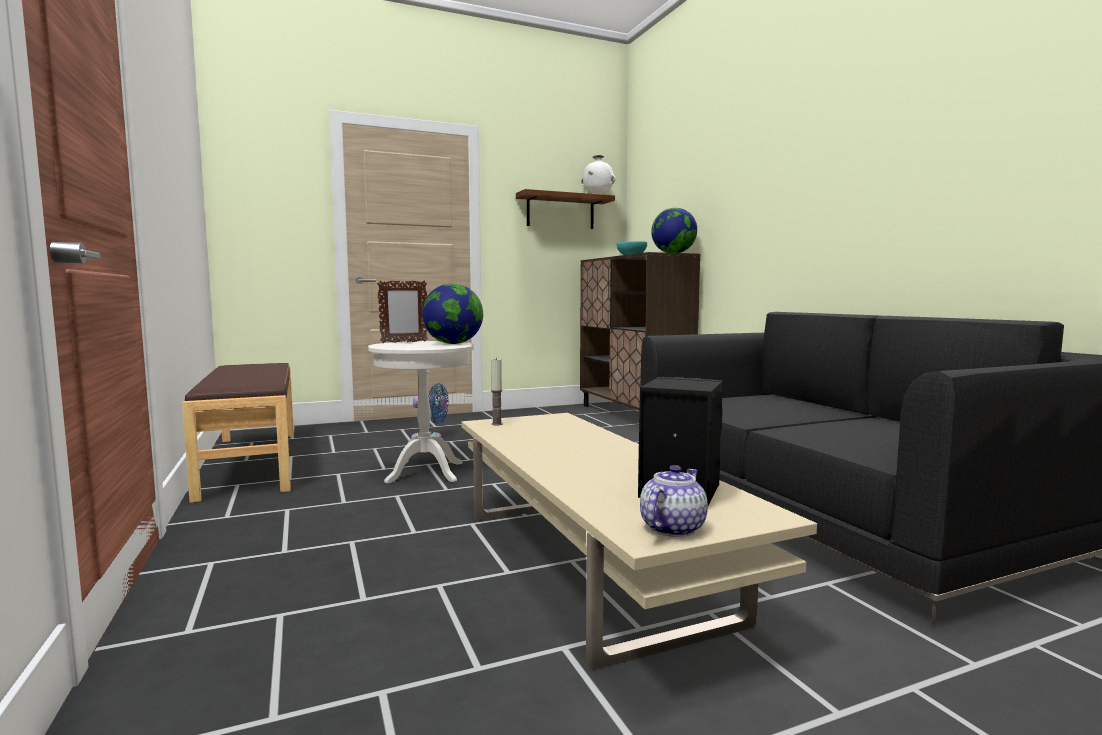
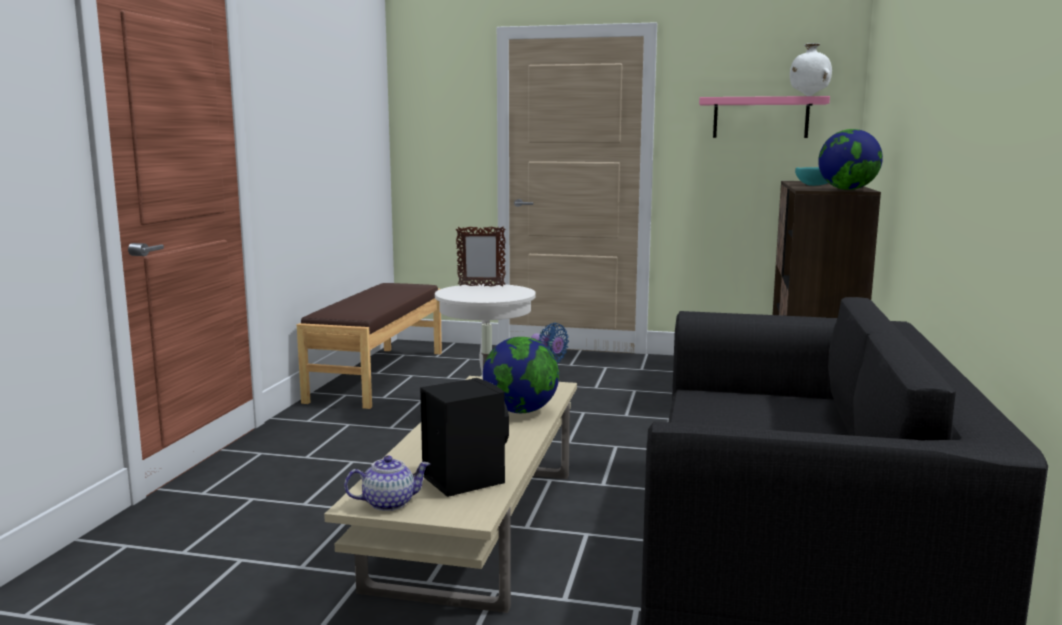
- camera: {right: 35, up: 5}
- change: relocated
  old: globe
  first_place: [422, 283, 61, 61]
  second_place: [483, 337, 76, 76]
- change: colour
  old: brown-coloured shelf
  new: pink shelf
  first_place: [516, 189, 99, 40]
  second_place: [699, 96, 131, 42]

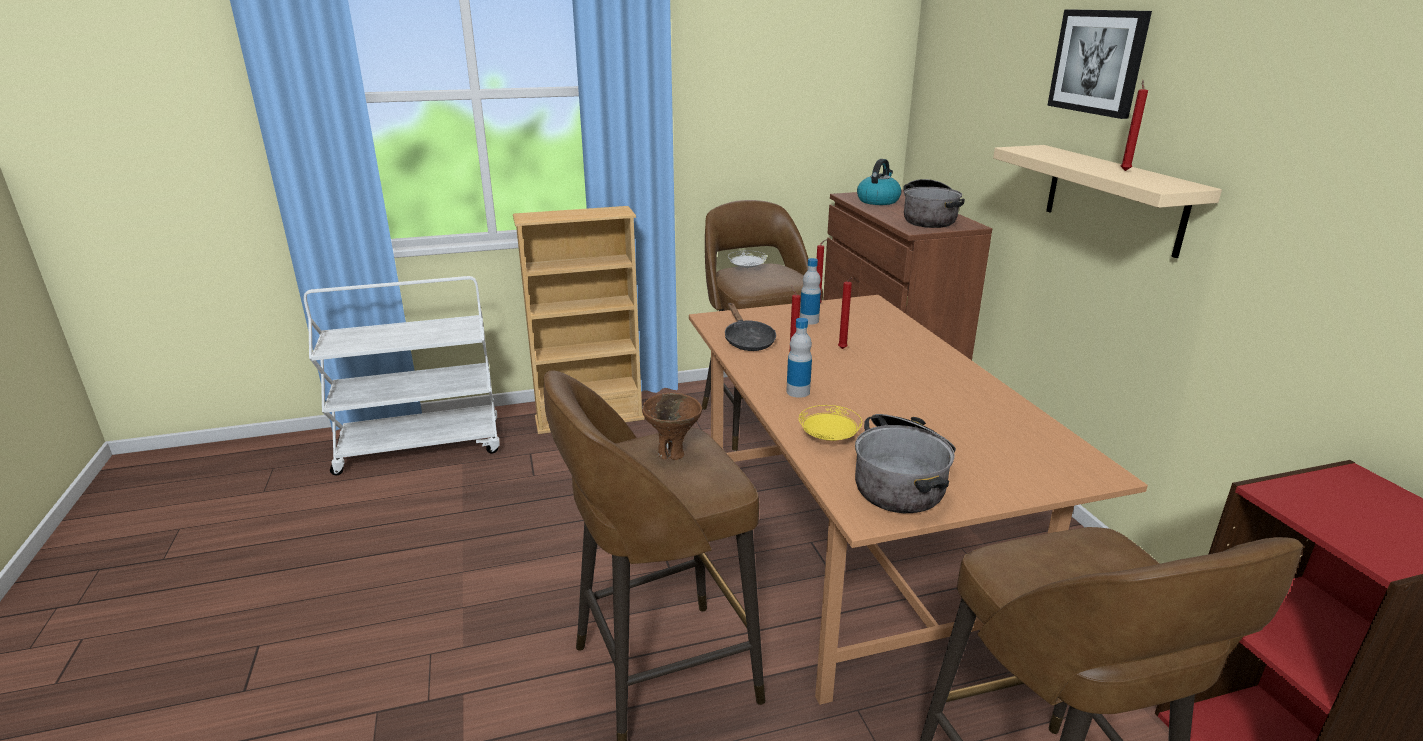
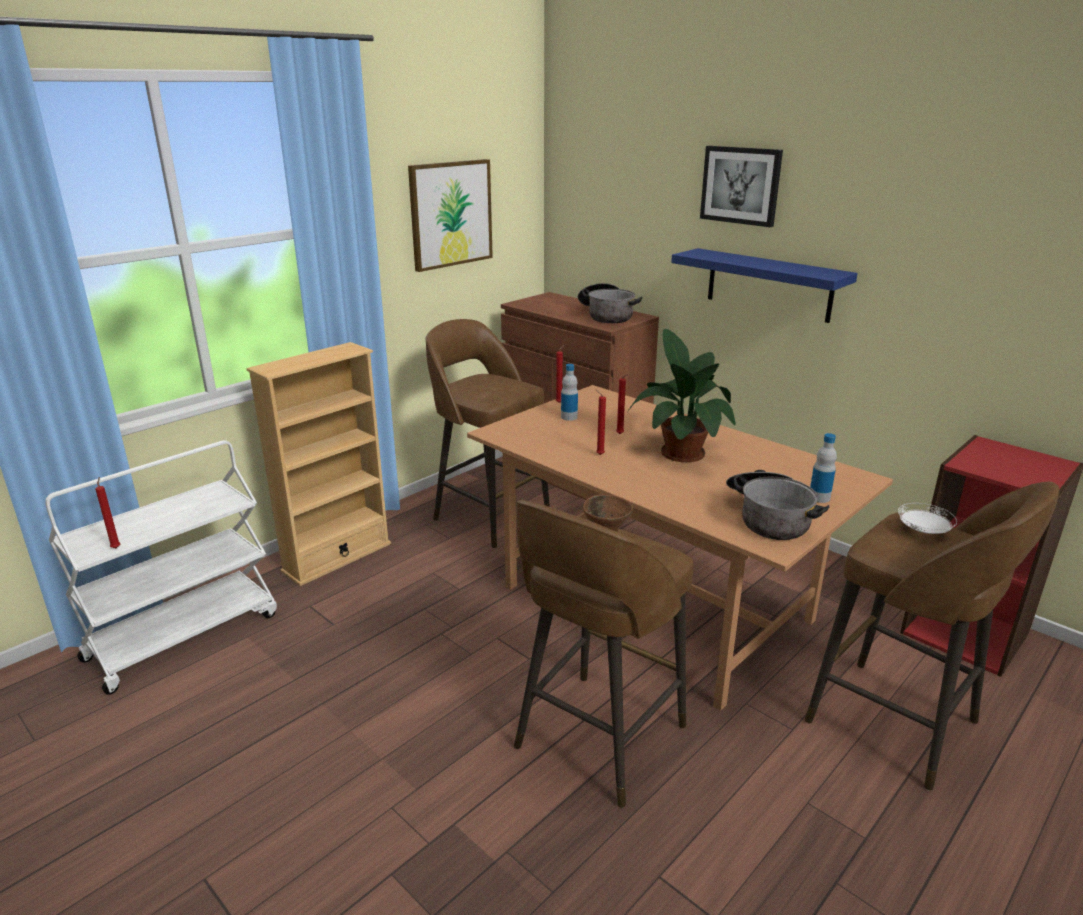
- camera: {right: -30, up: 0}
- change: missing
  old: black-coloured pan
  first_place: [725, 303, 51, 48]
- change: relocated
  old: white-coloured plate
  first_place: [728, 250, 39, 19]
  second_place: [898, 503, 59, 31]
- change: relocated
  old: bottle
  first_place: [786, 318, 26, 80]
  second_place: [810, 433, 27, 70]
- change: missing
  old: yellow plate
  first_place: [799, 405, 63, 36]
- change: missing
  old: water kettle
  first_place: [857, 159, 44, 46]
- change: colour
  old: beige-coloured shelf
  new: blue shelf
  first_place: [993, 145, 229, 113]
  second_place: [671, 248, 187, 75]
- change: relocated
  old: red-coloured candle
  first_place: [1121, 80, 27, 91]
  second_place: [95, 477, 25, 71]
- change: appeared
  new: picture
  second_place: [408, 159, 85, 113]
- change: appeared
  new: plant in a pot
  second_place: [628, 329, 108, 133]

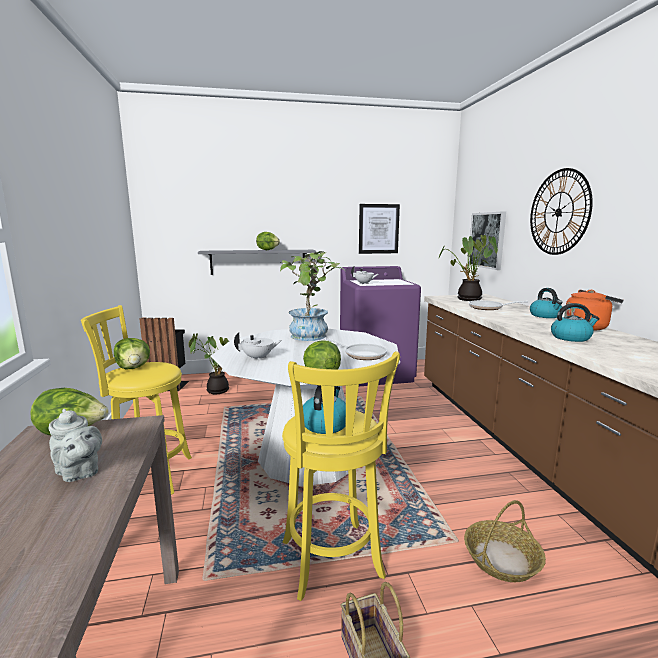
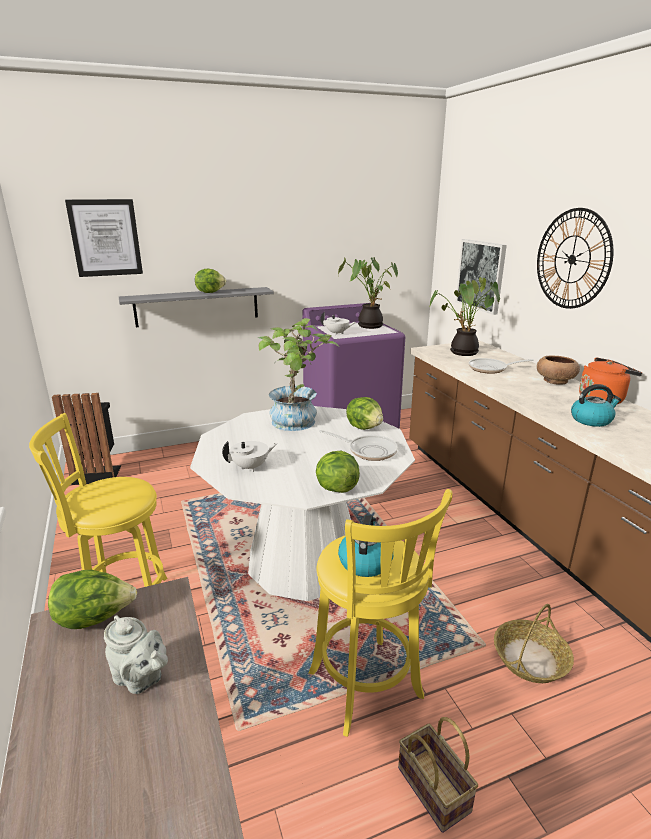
- camera: {right: -10, up: 10}
- change: relocated
  old: lettuce head
  first_place: [114, 338, 36, 31]
  second_place: [346, 397, 37, 33]
- change: relocated
  old: plant in a pot
  first_place: [189, 333, 40, 61]
  second_place: [338, 257, 60, 72]
- change: relocated
  old: picture
  first_place: [359, 204, 41, 50]
  second_place: [65, 199, 78, 78]
- change: exchanged
  old: water kettle
  new: brown-coloured bowl
  first_place: [530, 288, 33, 30]
  second_place: [537, 356, 43, 29]

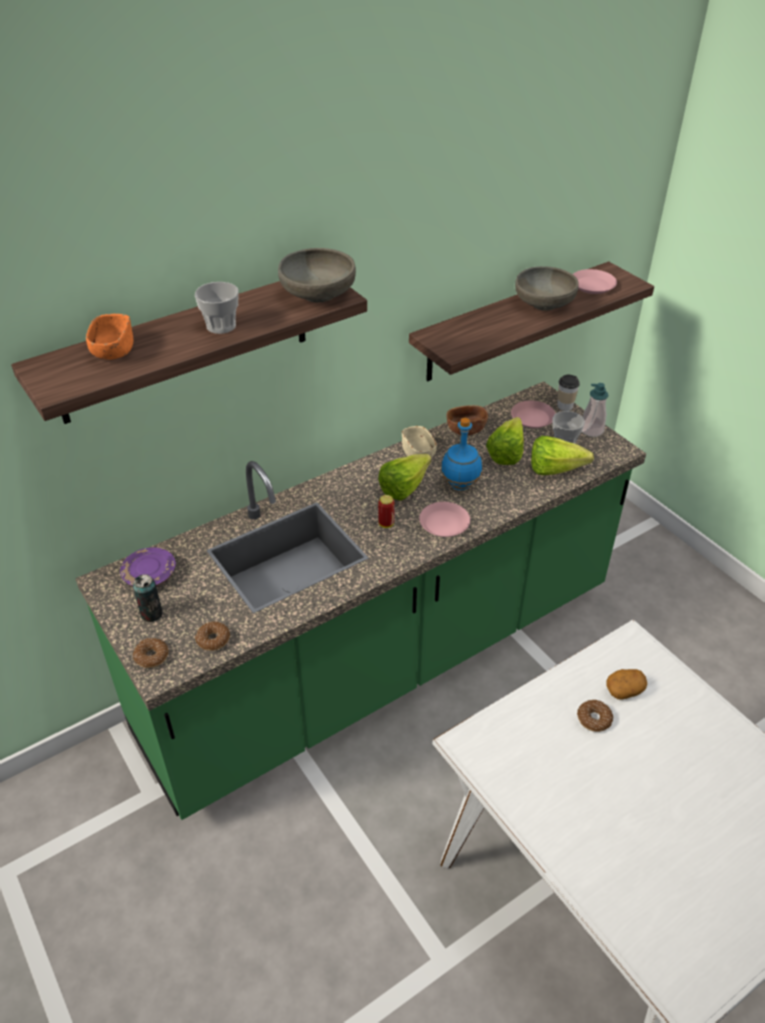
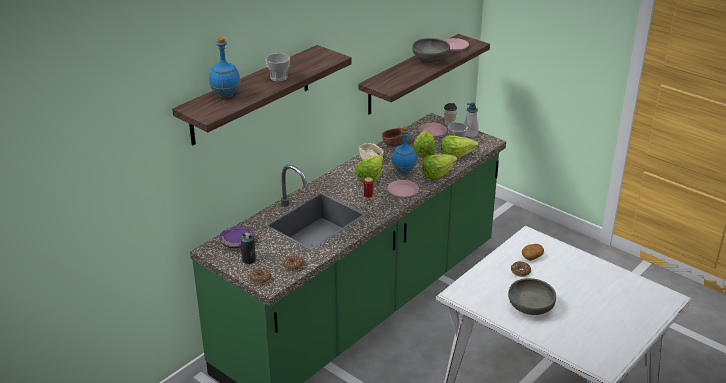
- camera: {right: -15, up: -10}
- change: exchanged
  old: orange bowl
  new: blue bottle
  first_place: [86, 314, 47, 46]
  second_place: [209, 37, 32, 61]
- change: relocated
  old: grey bowl
  first_place: [278, 248, 78, 54]
  second_place: [508, 278, 48, 37]
- change: appeared
  new: lettuce head
  second_place: [422, 154, 35, 26]

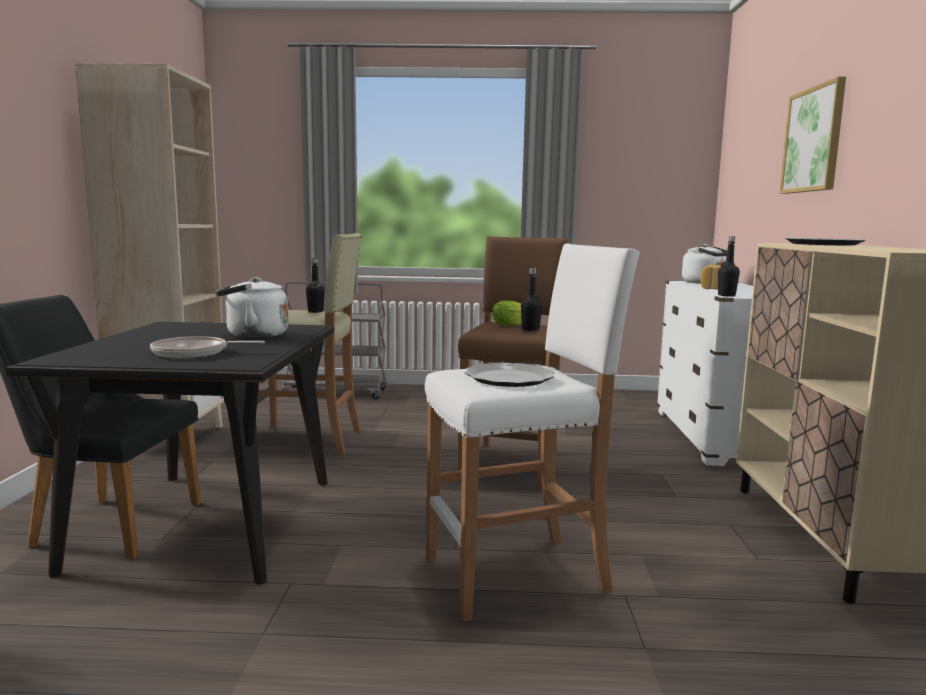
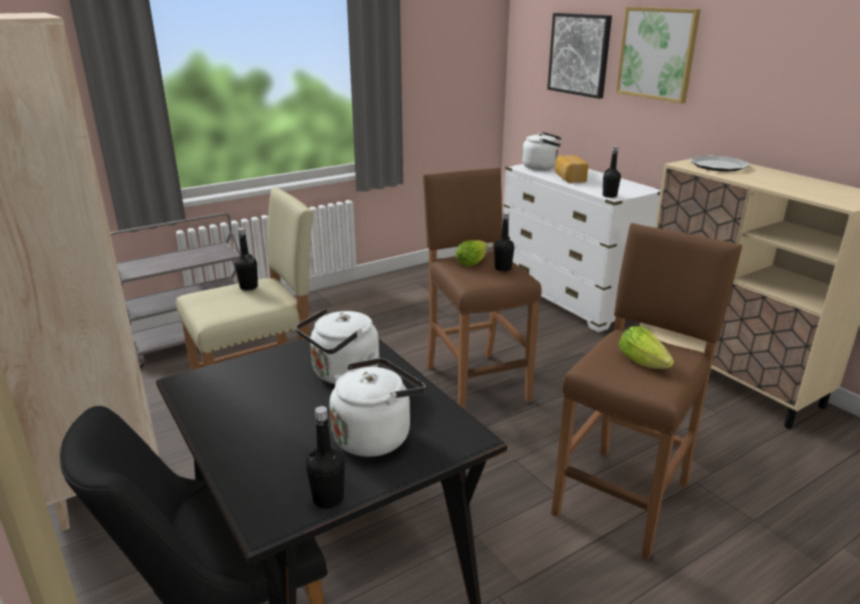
- camera: {right: -35, up: 15}
- change: exchanged
  old: pan
  new: white-coloured water kettle
  first_place: [150, 336, 115, 22]
  second_place: [330, 358, 95, 99]
- change: colour
  old: white-coloured stool
  new: brown-coloured stool
  first_place: [425, 244, 215, 378]
  second_place: [551, 223, 191, 337]
- change: exchanged
  old: plate
  new: lettuce head
  first_place: [465, 362, 89, 25]
  second_place: [619, 326, 55, 43]
- change: appeared
  new: black-coloured bottle
  second_place: [306, 406, 39, 103]
- change: appeared
  new: picture
  second_place: [547, 13, 65, 86]

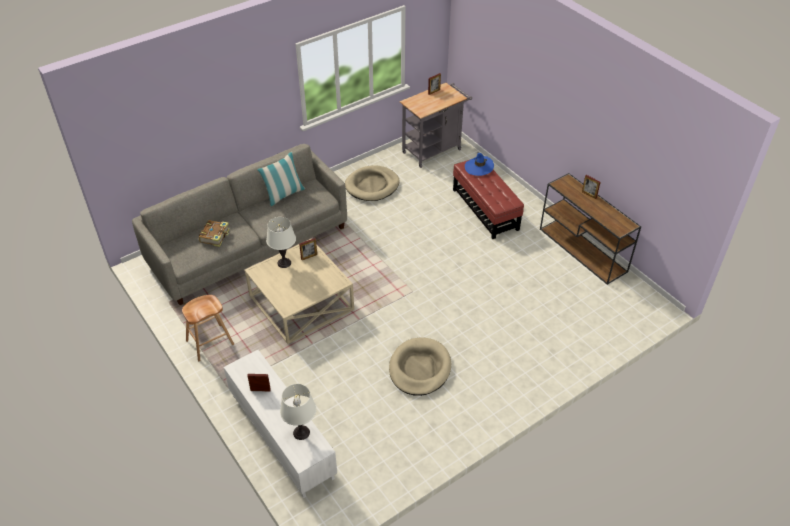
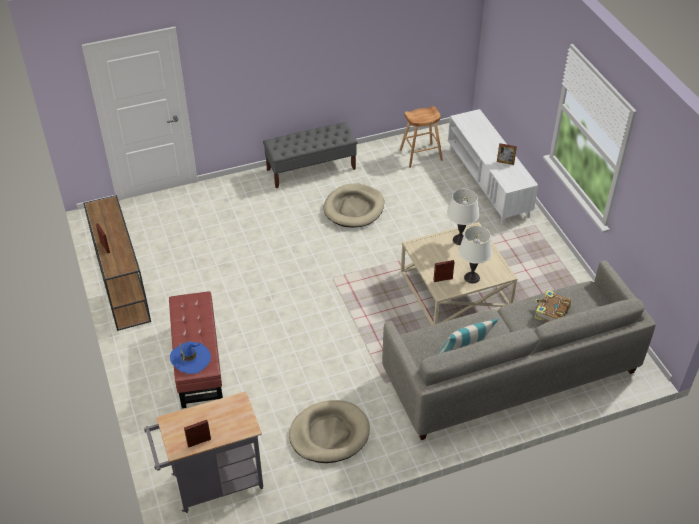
- camera: {right: -165, up: 0}
- change: relocated
  old: brown-coloured stool
  first_place: [182, 295, 52, 66]
  second_place: [399, 106, 44, 62]
- change: relocated
  old: white-coloured lamp for a table
  first_place: [280, 384, 36, 56]
  second_place: [447, 189, 32, 56]
- change: appeared
  new: grey bench
  second_place: [263, 122, 95, 66]

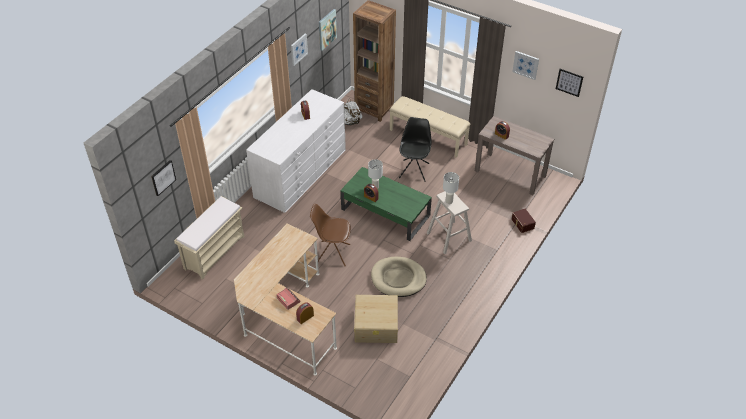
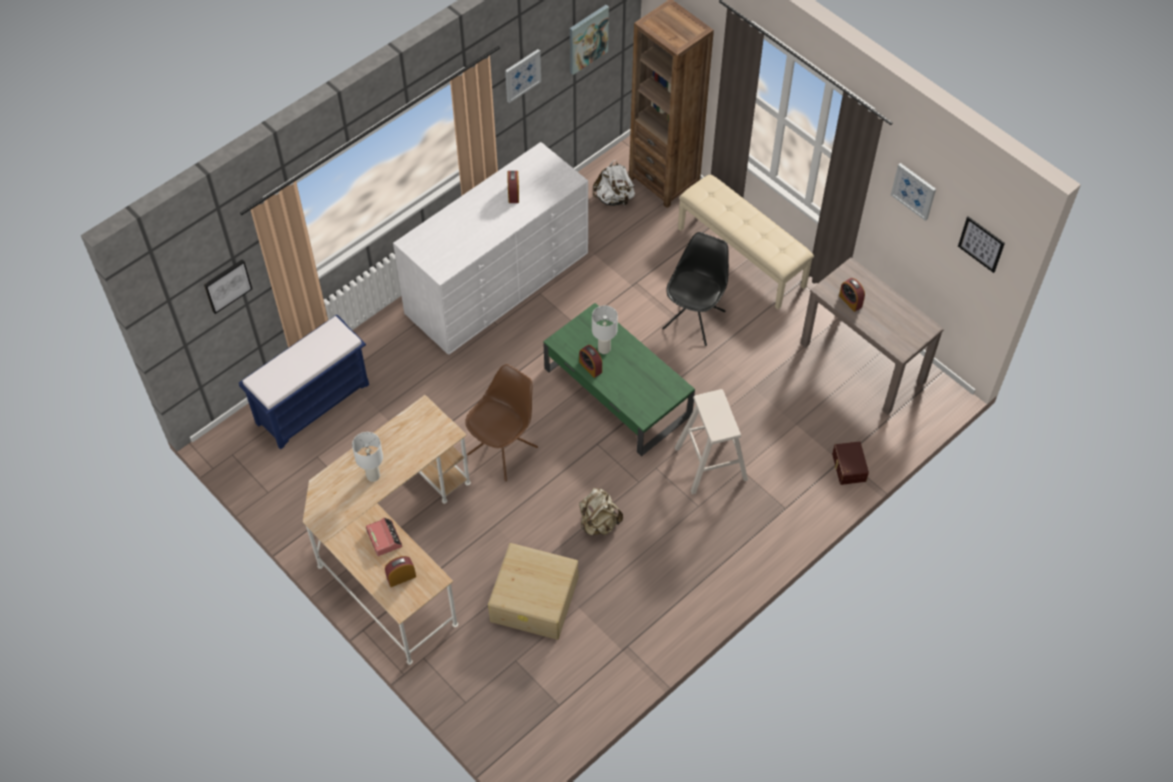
- camera: {right: 15, up: 10}
- change: colour
  old: beige-coloured bench
  new: blue bench
  first_place: [174, 196, 70, 84]
  second_place: [239, 315, 130, 134]
- change: spun
  old: brown-coloured plain chair
  first_place: [310, 204, 41, 62]
  second_place: [465, 364, 73, 117]
  degrees: 105
- change: exchanged
  old: beige-coloured dog bed
  new: beige-coloured rucksack
  first_place: [371, 257, 56, 40]
  second_place: [579, 488, 44, 47]
- change: relocated
  old: white-coloured lamp for a table
  first_place: [443, 172, 16, 32]
  second_place: [352, 432, 31, 50]

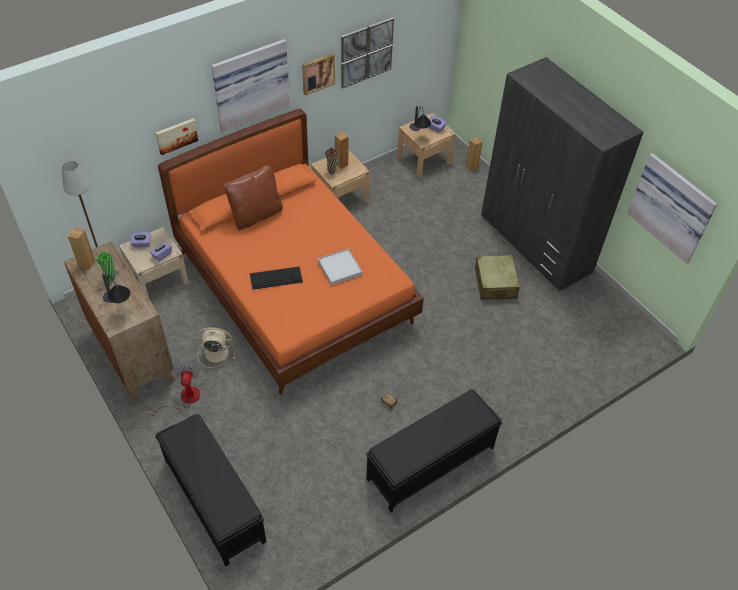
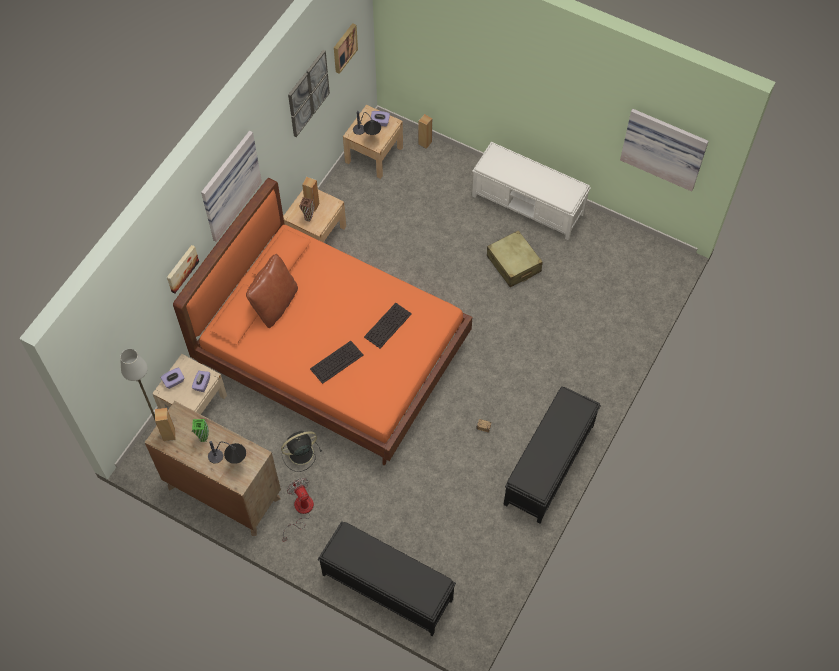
- camera: {right: -25, up: 10}
- change: colour
  old: beige-coloured electric fan
  new: black-coloured electric fan
  first_place: [195, 327, 40, 41]
  second_place: [281, 431, 41, 41]
- change: relocated
  old: picture
  first_place: [302, 53, 33, 42]
  second_place: [334, 23, 24, 51]
- change: exchanged
  old: white-coloured tray
  new: computer keyboard
  first_place: [318, 248, 44, 37]
  second_place: [364, 303, 48, 45]
- change: exchanged
  old: grey wardrobe
  new: white-coloured bench
  first_place: [481, 57, 162, 235]
  second_place: [472, 142, 119, 98]

